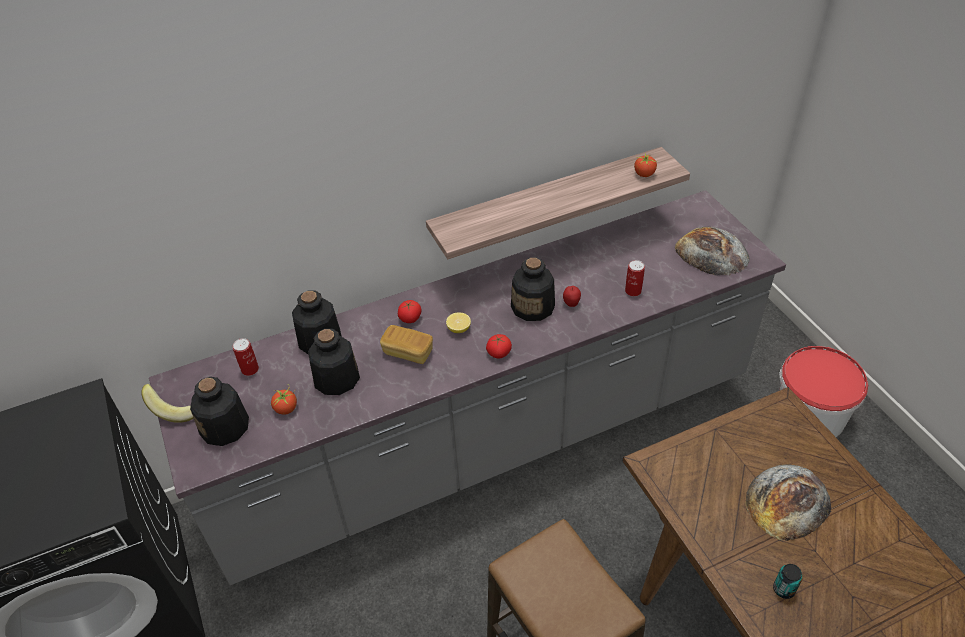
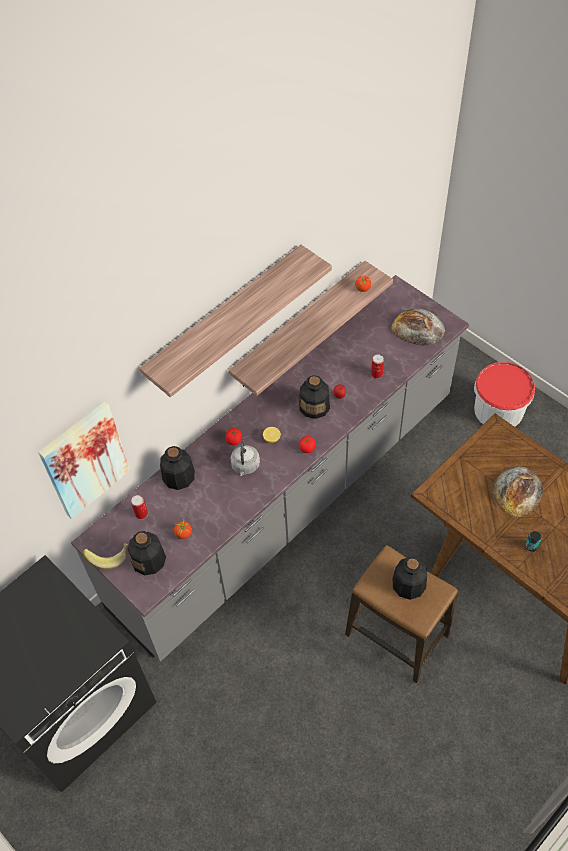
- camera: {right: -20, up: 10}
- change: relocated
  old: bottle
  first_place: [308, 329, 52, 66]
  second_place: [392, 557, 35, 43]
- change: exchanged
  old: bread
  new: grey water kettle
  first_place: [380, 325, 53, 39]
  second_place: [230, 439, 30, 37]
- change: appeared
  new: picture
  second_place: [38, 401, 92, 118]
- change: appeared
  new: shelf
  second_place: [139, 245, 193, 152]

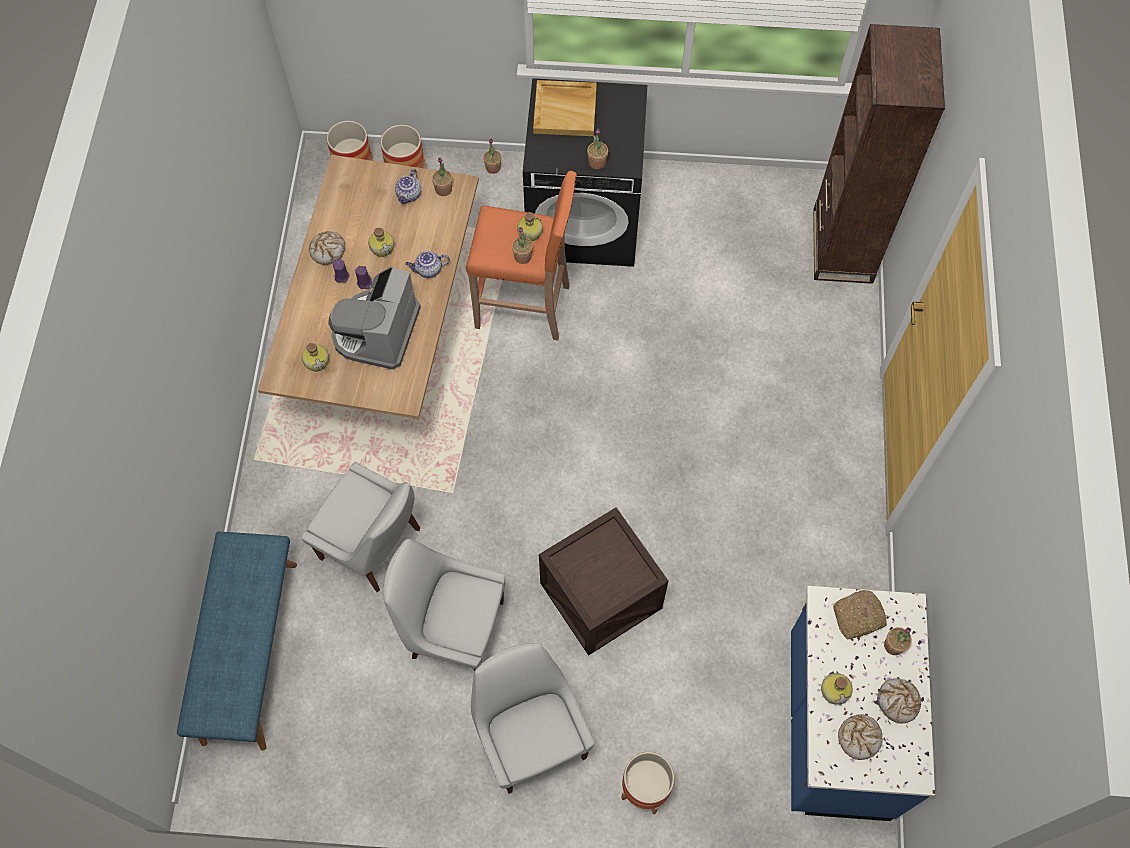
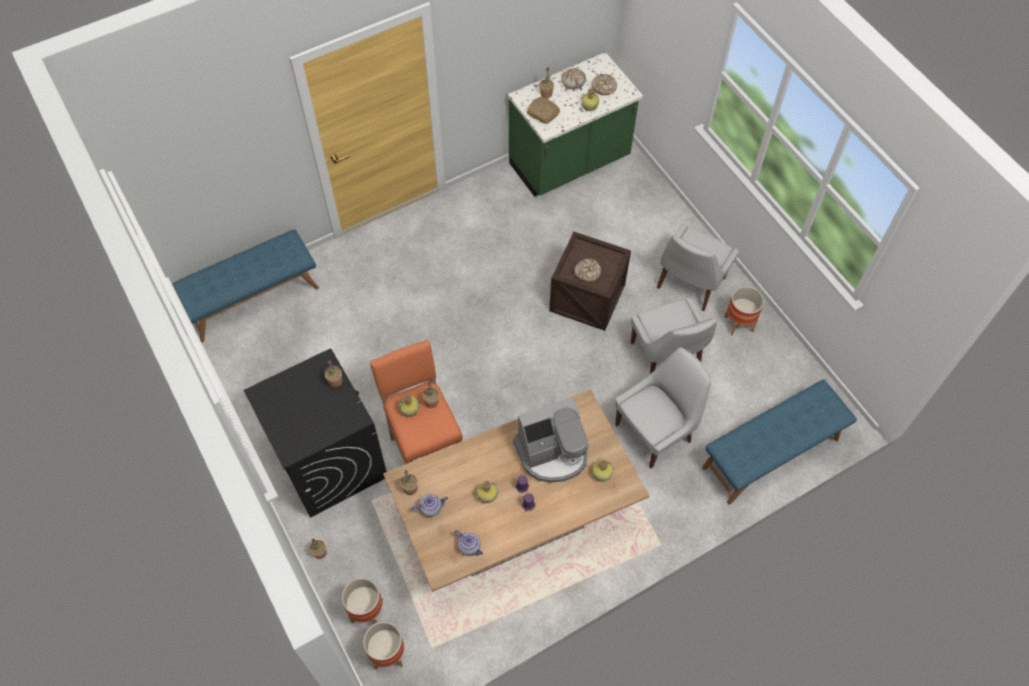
- camera: {right: -125, up: -5}
- change: spun
  old: white-coloured plain chair
  first_place: [301, 462, 119, 130]
  second_place: [615, 347, 96, 121]
  degrees: 60
- change: relocated
  old: bread
  first_place: [309, 231, 36, 34]
  second_place: [574, 259, 27, 23]
- change: relocated
  old: teapot
  first_place: [405, 251, 45, 27]
  second_place: [455, 530, 28, 26]
- change: missing
  old: beige-coloured tray
  first_place: [533, 80, 64, 56]
- change: relocated
  old: plant pot
  first_place: [621, 752, 54, 62]
  second_place: [724, 286, 40, 49]
- change: colour
  old: blue kitchen counter
  new: green kitchen counter
  first_place: [791, 586, 144, 235]
  second_place: [508, 52, 135, 145]
- change: exchanged
  old: brown-coloured bookcase
  new: blue bench
  first_place: [813, 24, 132, 260]
  second_place: [172, 230, 147, 113]

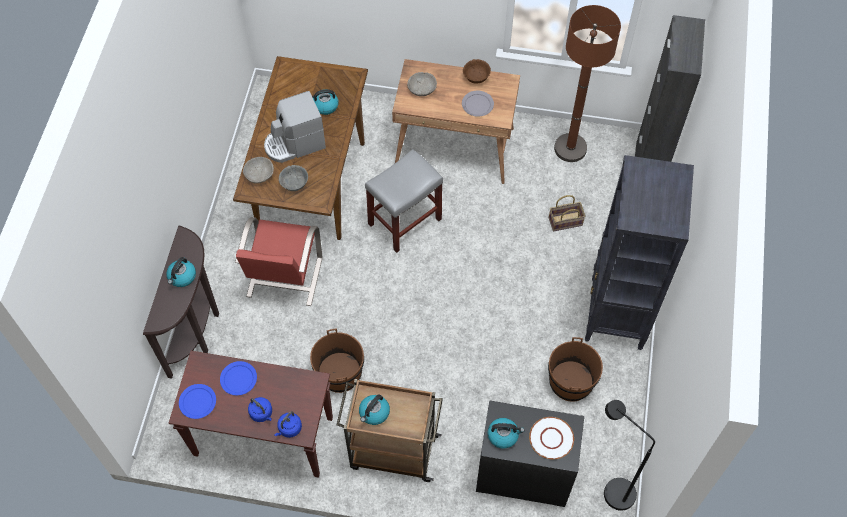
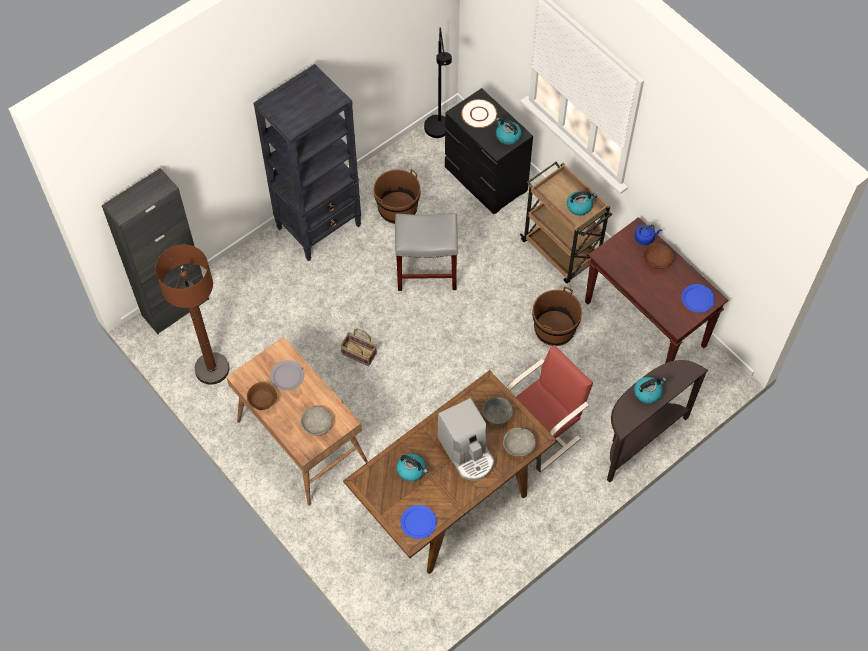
- camera: {right: -140, up: 0}
- change: relocated
  old: blue plate
  first_place: [220, 361, 37, 34]
  second_place: [401, 505, 36, 34]
- change: exchanged
  old: blue water kettle
  new: brown-coloured bowl
  first_place: [248, 397, 24, 25]
  second_place: [643, 243, 31, 26]
- change: spun
  old: coffee brewer
  first_place: [264, 91, 62, 72]
  second_place: [438, 398, 56, 83]
  degrees: 45
- change: relocated
  old: grey stool
  first_place: [365, 149, 78, 104]
  second_place: [395, 213, 63, 78]
- change: relocated
  old: storage basket
  first_place: [549, 195, 36, 37]
  second_place: [340, 329, 37, 37]

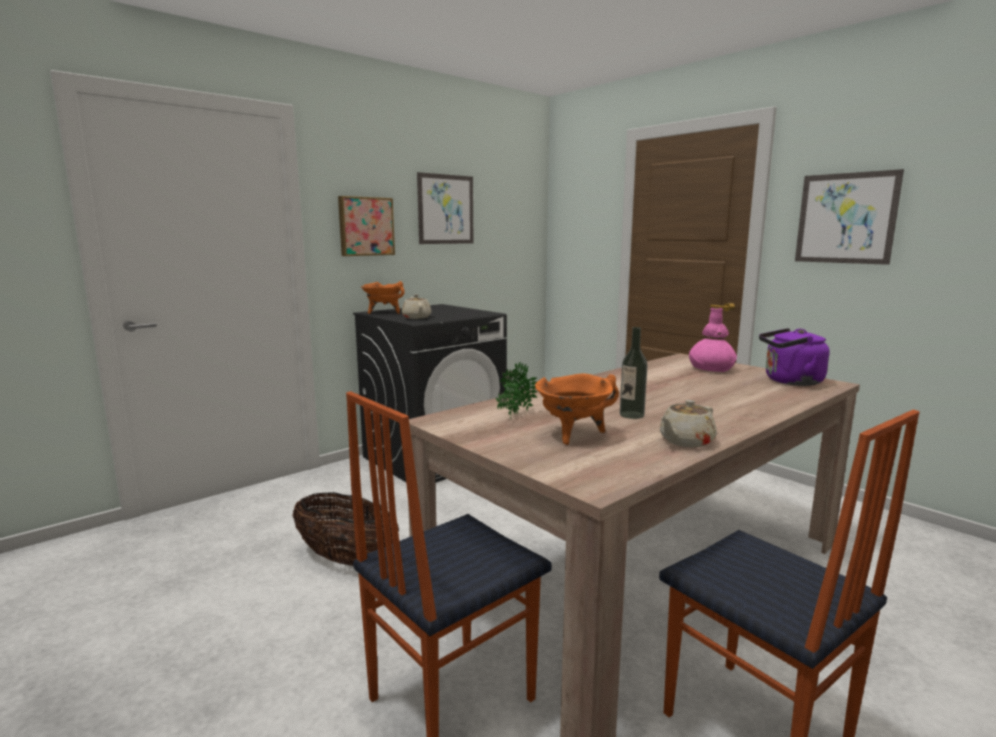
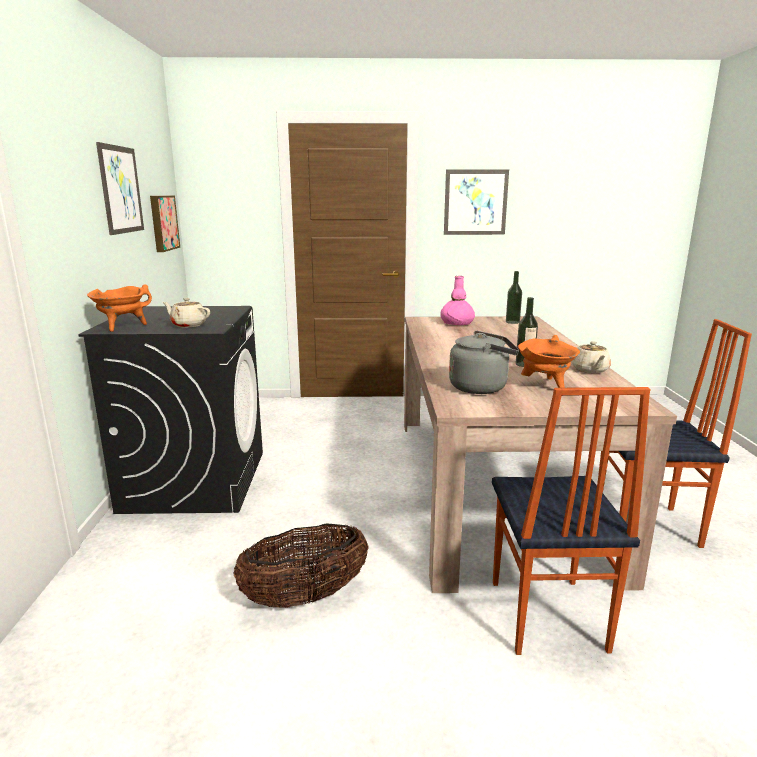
- camera: {right: -50, up: 5}
- change: relocated
  old: picture
  first_place: [338, 196, 57, 60]
  second_place: [150, 195, 30, 57]
- change: exchanged
  old: plant in a pot
  new: grey water kettle
  first_place: [496, 361, 42, 57]
  second_place: [449, 331, 70, 63]
- change: exchanged
  old: purplish water kettle
  new: bottle
  first_place: [759, 328, 71, 58]
  second_place: [506, 271, 16, 53]

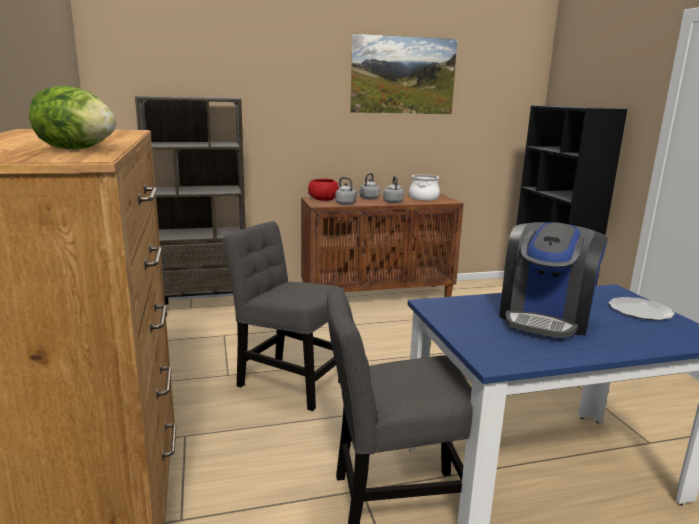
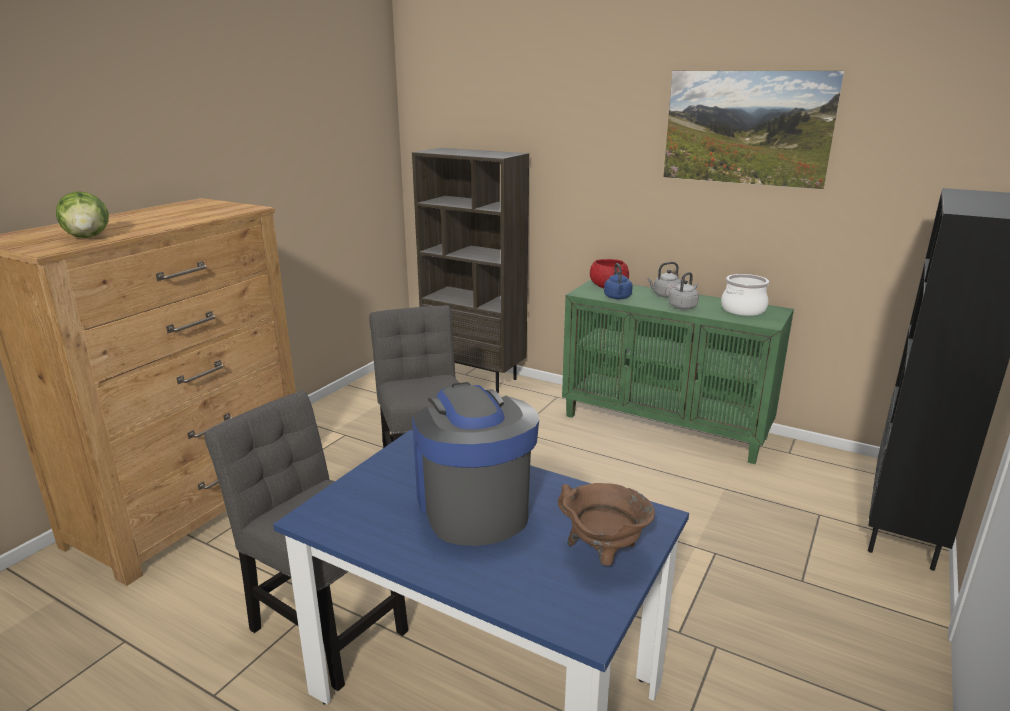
- camera: {right: 45, up: 5}
- change: colour
  old: brown-coloured cabinet
  new: green cabinet
  first_place: [301, 194, 163, 103]
  second_place: [562, 280, 232, 184]
- change: colour
  old: grey water kettle
  new: blue water kettle
  first_place: [335, 177, 23, 28]
  second_place: [604, 263, 29, 36]
- change: spun
  old: coffee brewer
  first_place: [499, 222, 109, 118]
  second_place: [412, 382, 127, 164]
  degrees: 90
- change: exchanged
  old: plate
  new: brown-coloured stockpot
  first_place: [609, 297, 66, 23]
  second_place: [558, 483, 97, 83]

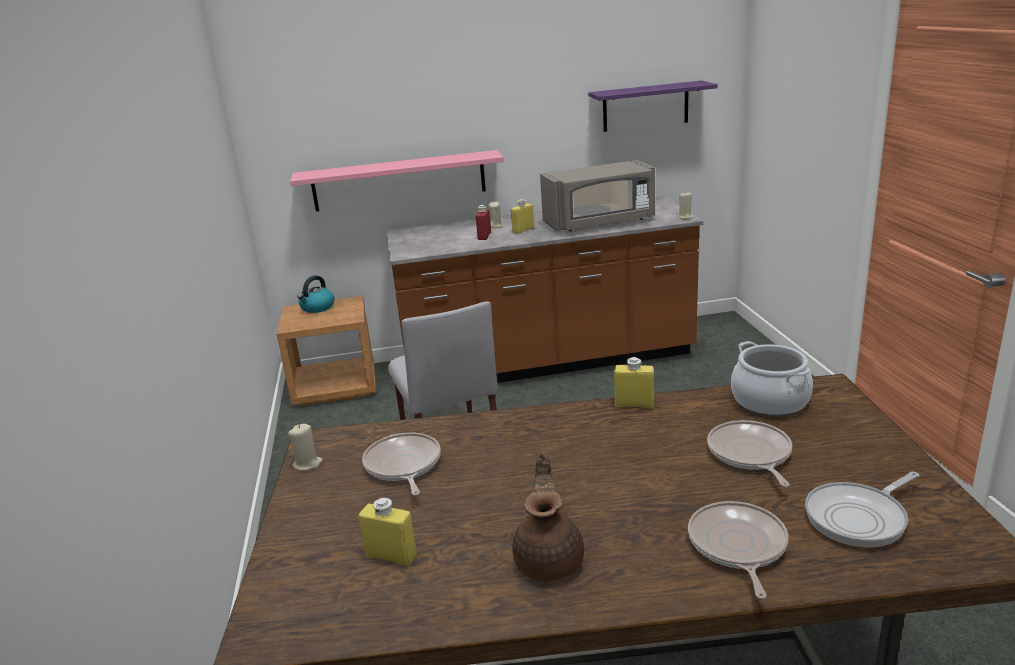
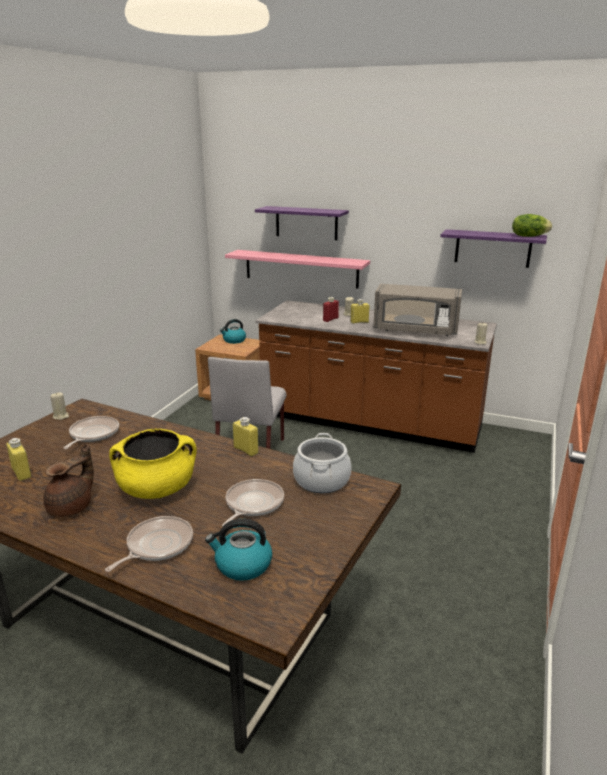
- camera: {right: 30, up: 0}
- change: exchanged
  old: pan
  new: water kettle
  first_place: [805, 471, 114, 77]
  second_place: [205, 519, 67, 62]
- change: appeared
  new: yellow stockpot
  second_place: [109, 428, 88, 71]
- change: appeared
  new: purplish shelf
  second_place: [255, 206, 94, 34]
- change: appeared
  new: lettuce head
  second_place: [512, 214, 40, 23]

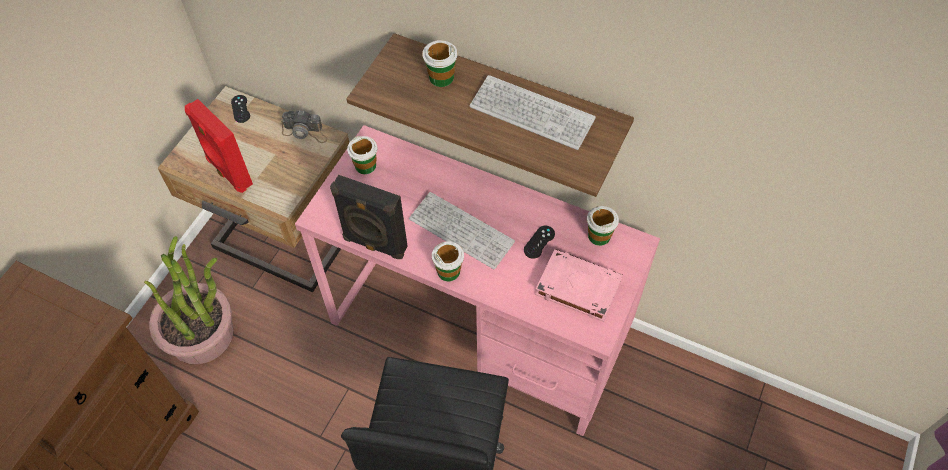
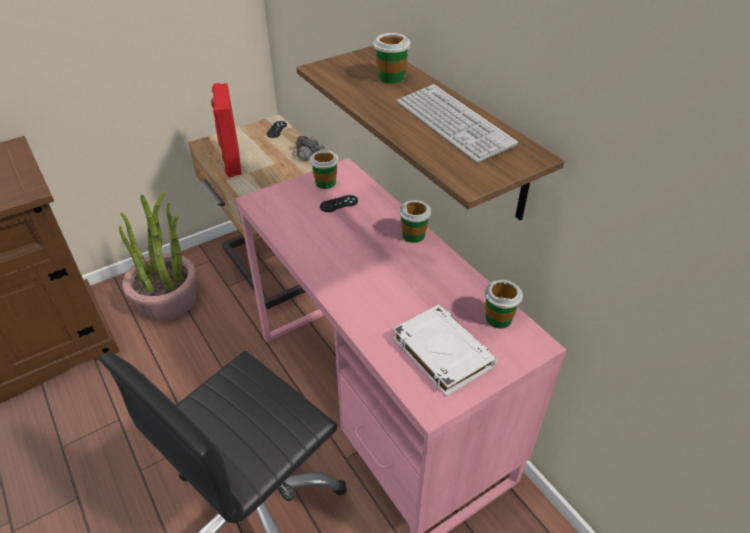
- camera: {right: 30, up: -15}
- change: missing
  old: black-coloured speaker
  first_place: [330, 175, 78, 84]
- change: missing
  old: computer keyboard
  first_place: [409, 192, 106, 78]
- change: relocated
  old: cup
  first_place: [432, 241, 32, 40]
  second_place: [399, 200, 32, 43]
- change: relocated
  old: black-coloured game controller
  first_place: [524, 226, 31, 33]
  second_place: [320, 195, 38, 17]
- change: colour
  old: pink bound book
  new: white-coloured bound book
  first_place: [535, 249, 88, 73]
  second_place: [393, 305, 104, 92]

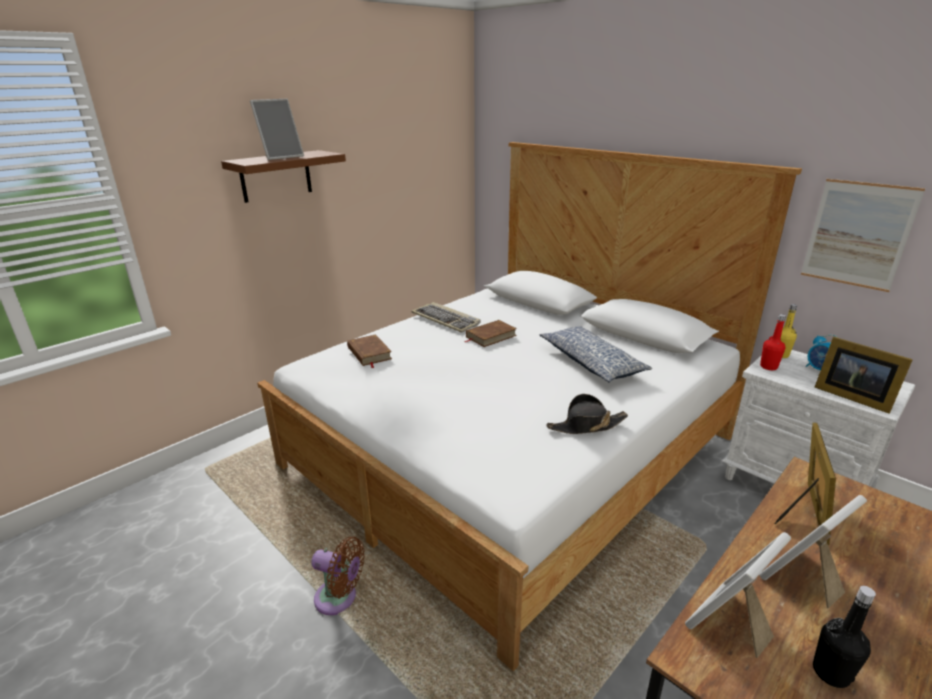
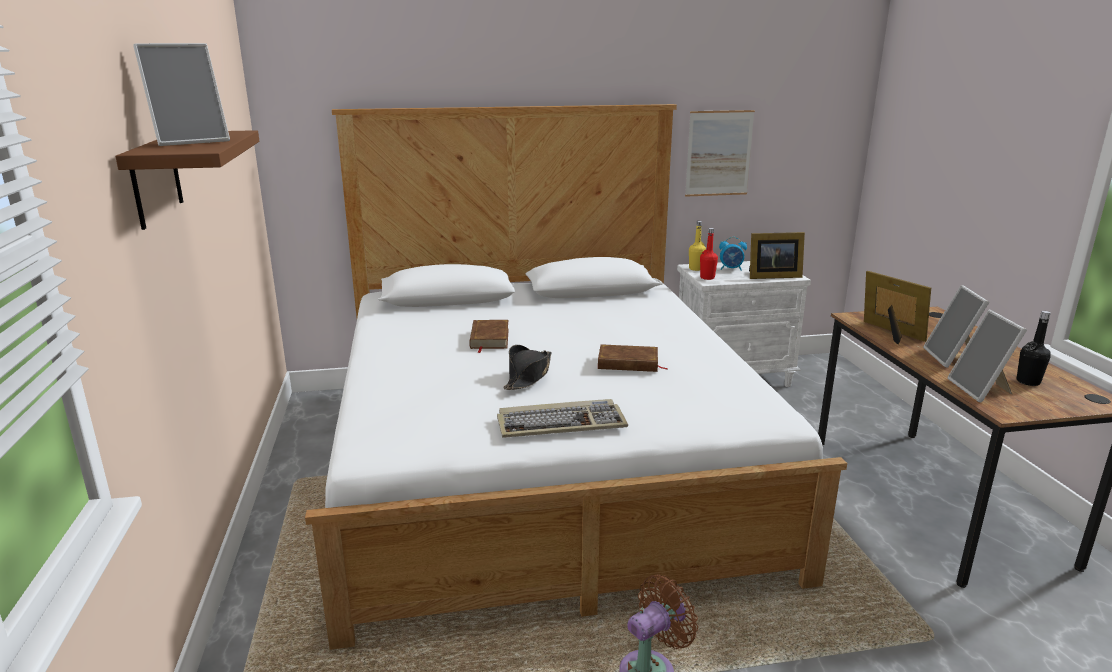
- camera: {right: -55, up: -5}
- change: spun
  old: standing frame
  first_place: [250, 99, 54, 61]
  second_place: [133, 43, 97, 103]
  degrees: 60
- change: relocated
  old: brown-coloured bound book
  first_place: [347, 334, 45, 34]
  second_place: [598, 344, 70, 28]
- change: relocated
  old: computer keyboard
  first_place: [412, 302, 68, 31]
  second_place: [497, 399, 131, 39]
- change: missing
  old: throw pillow
  first_place: [540, 326, 112, 57]
- change: relocated
  old: black-coloured clothing hat
  first_place: [546, 394, 82, 40]
  second_place: [503, 345, 48, 45]

